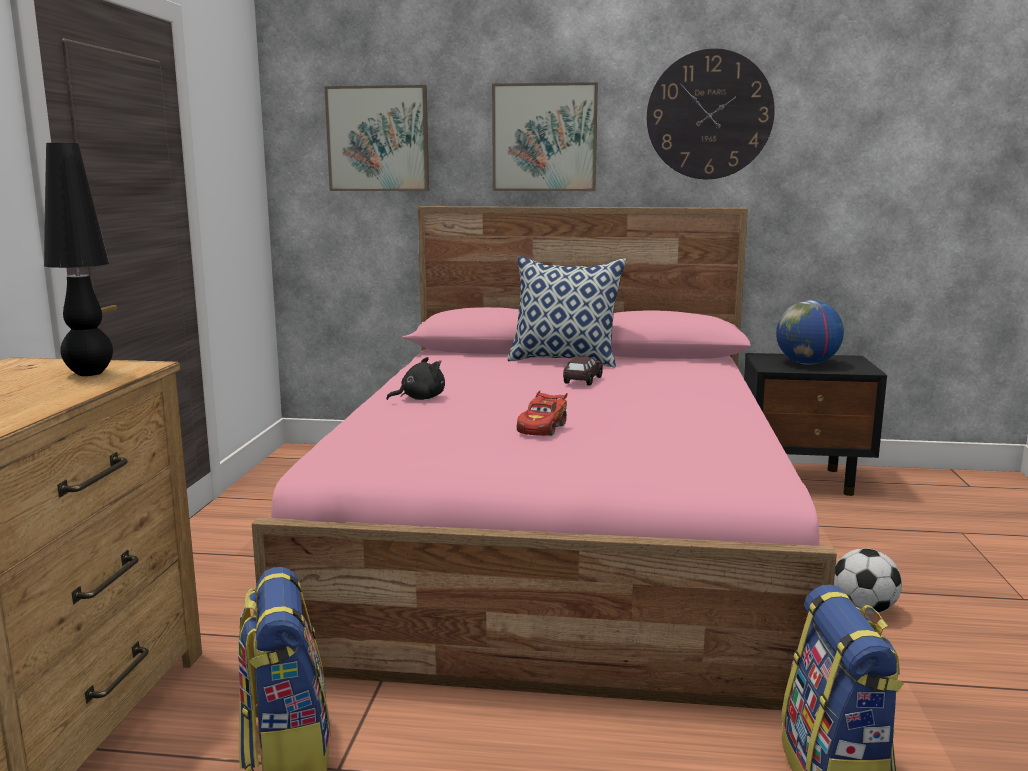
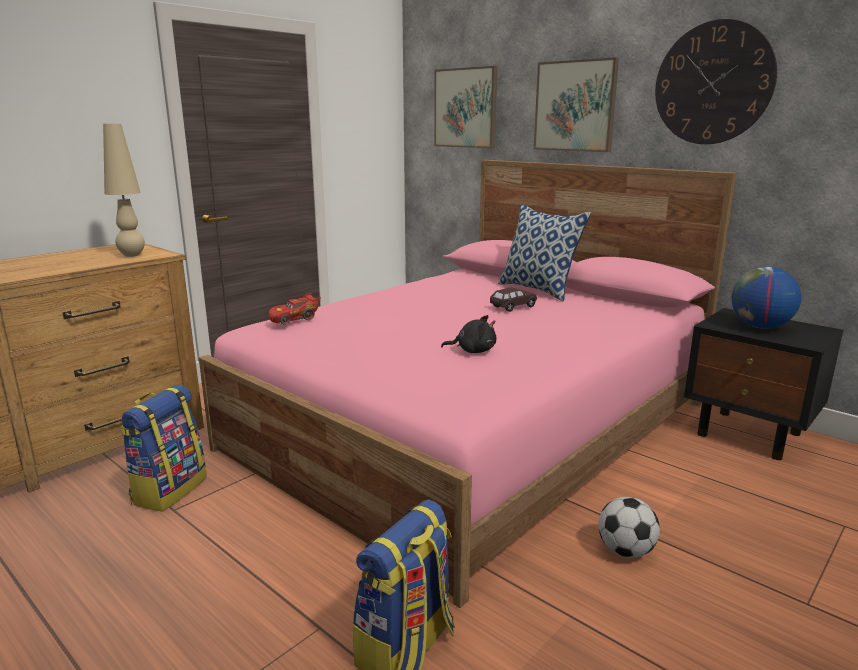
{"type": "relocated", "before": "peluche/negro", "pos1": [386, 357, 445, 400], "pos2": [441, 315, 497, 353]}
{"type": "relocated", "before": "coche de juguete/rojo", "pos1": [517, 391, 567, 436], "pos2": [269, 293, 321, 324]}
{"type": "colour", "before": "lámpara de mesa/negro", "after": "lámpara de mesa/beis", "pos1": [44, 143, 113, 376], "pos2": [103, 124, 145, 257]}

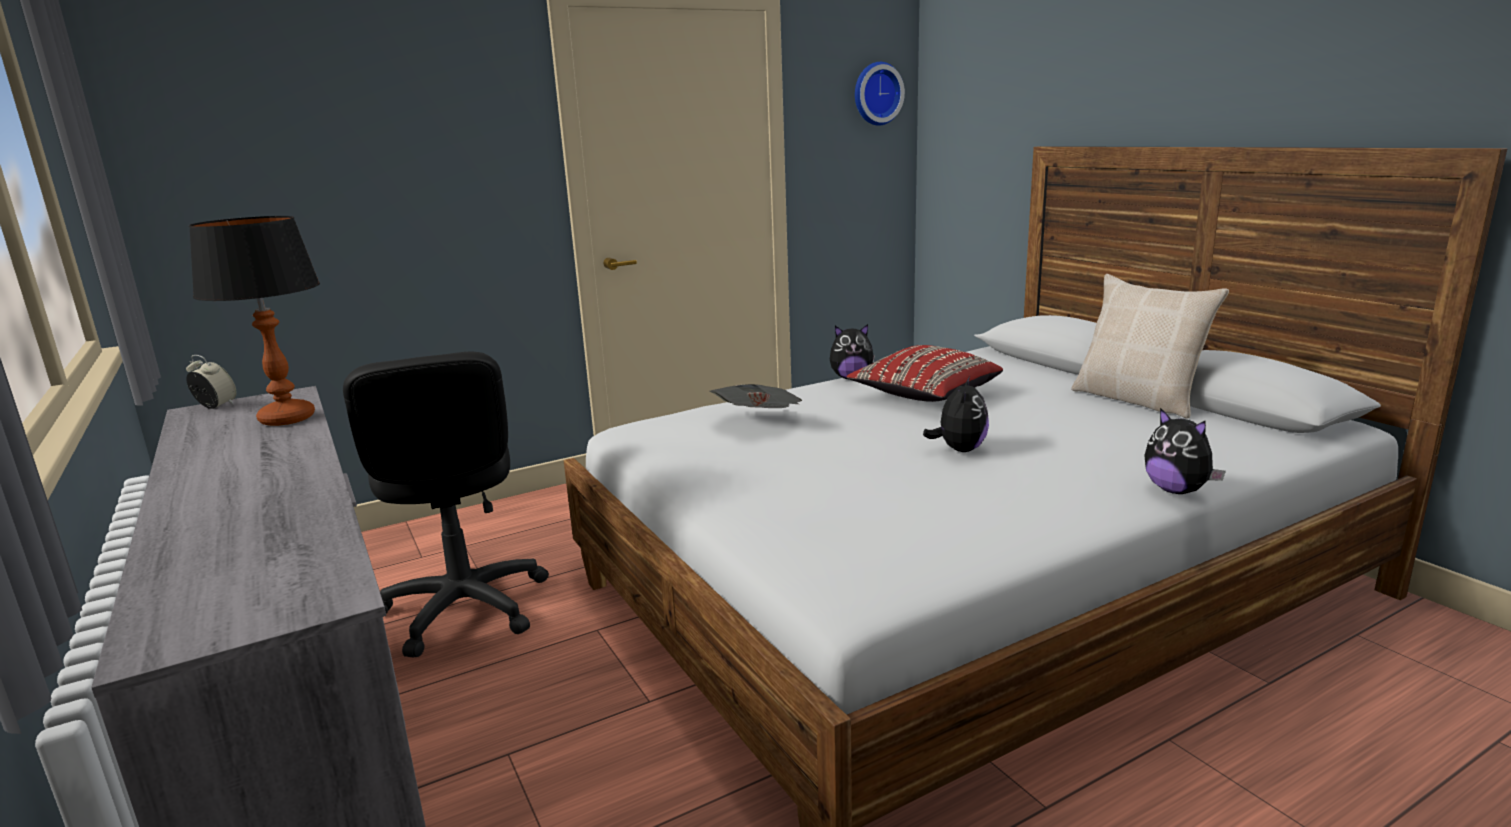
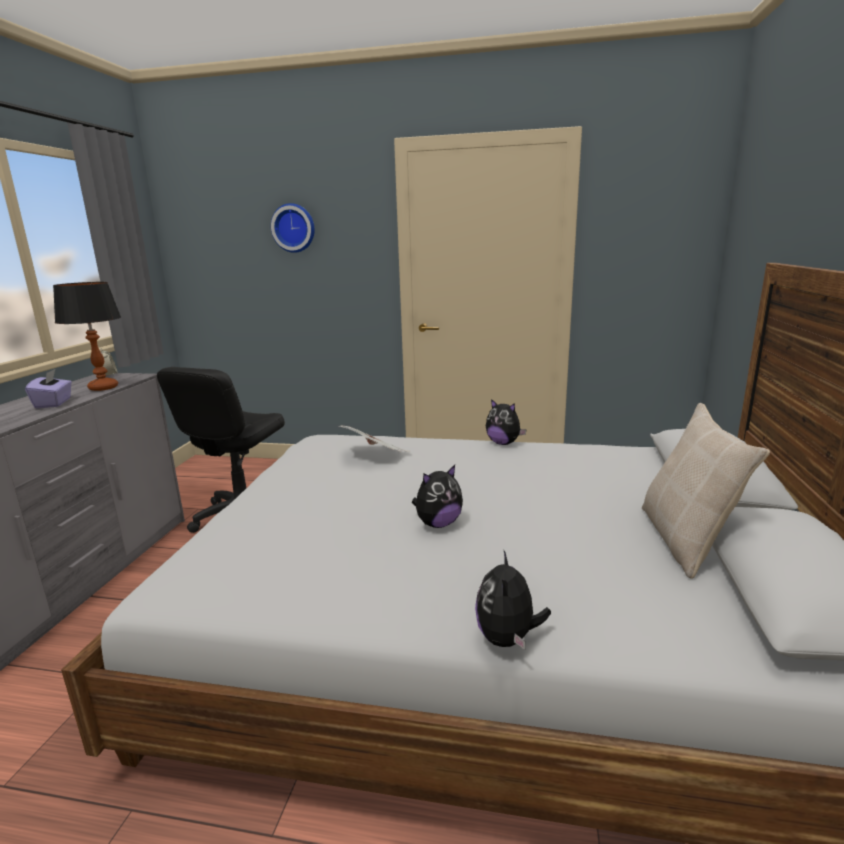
{"type": "missing", "before": "cojín/rojo", "pos1": [847, 345, 1003, 402]}
{"type": "appeared", "after": "caja de pañuelos/morado", "pos2": [25, 369, 72, 409]}
{"type": "relocated", "before": "reloj de pared", "pos1": [855, 62, 905, 126], "pos2": [271, 203, 315, 253]}

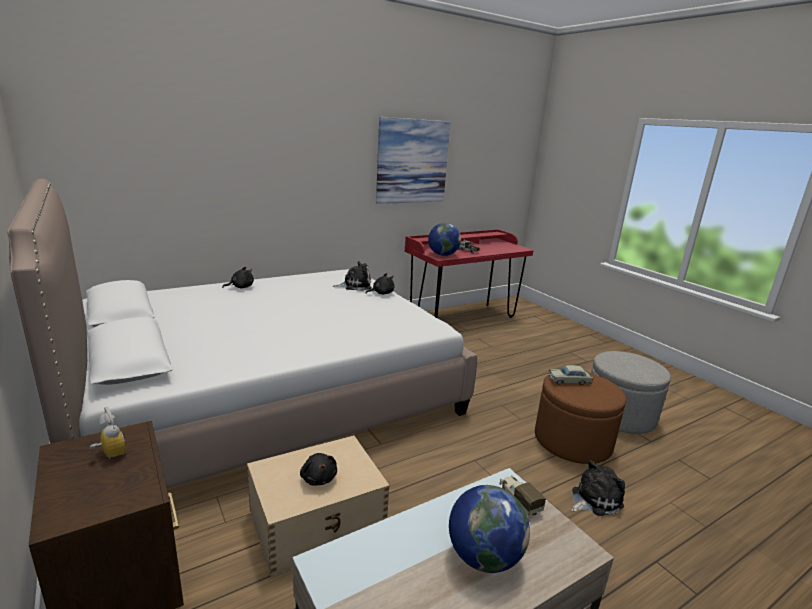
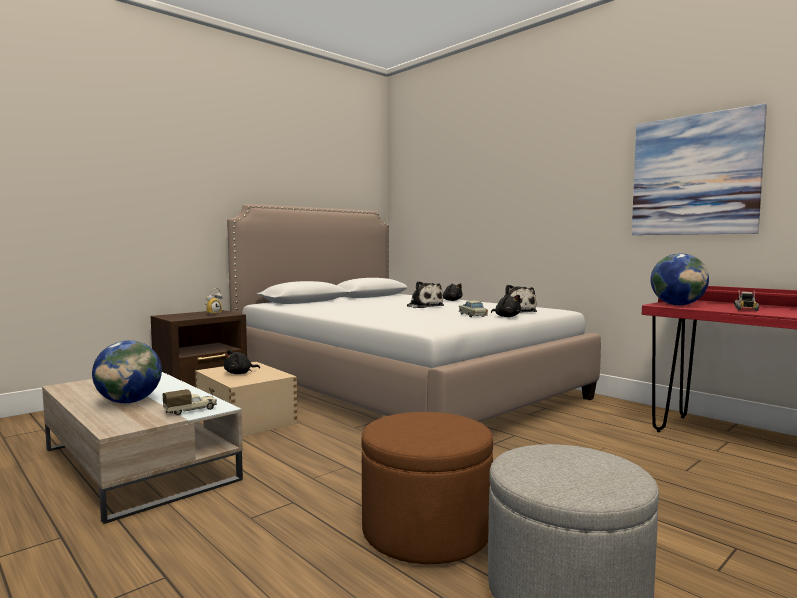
{"type": "relocated", "before": "coche de juguete/beis", "pos1": [549, 365, 593, 385], "pos2": [459, 301, 488, 317]}
{"type": "relocated", "before": "peluche", "pos1": [571, 460, 625, 516], "pos2": [407, 281, 444, 308]}

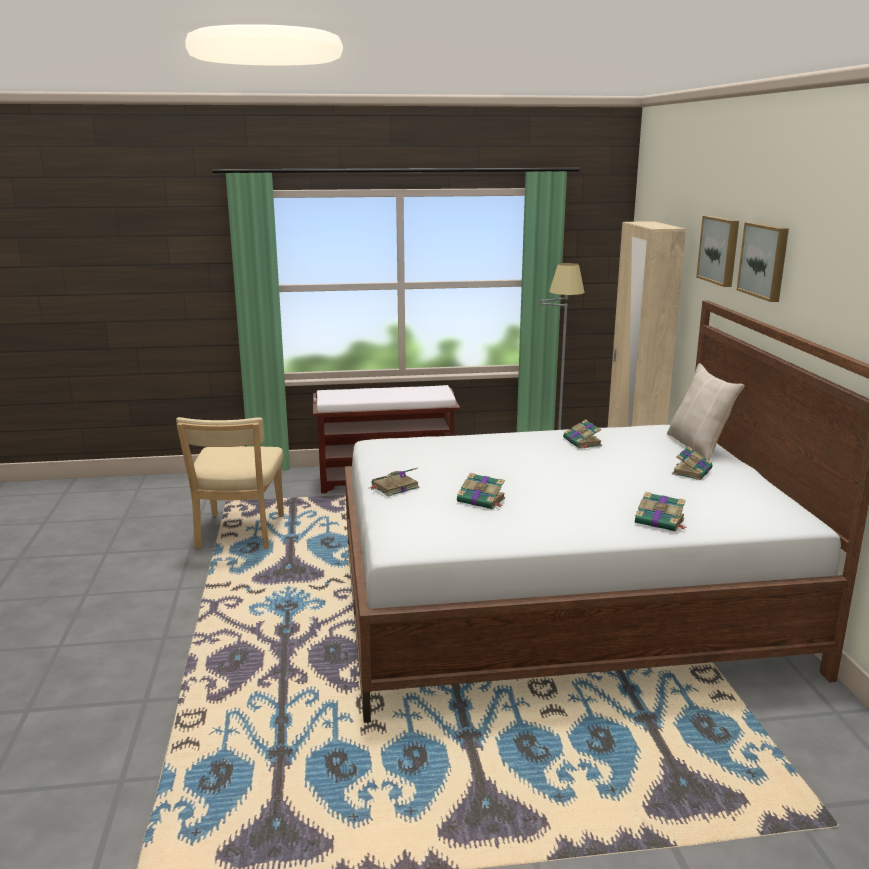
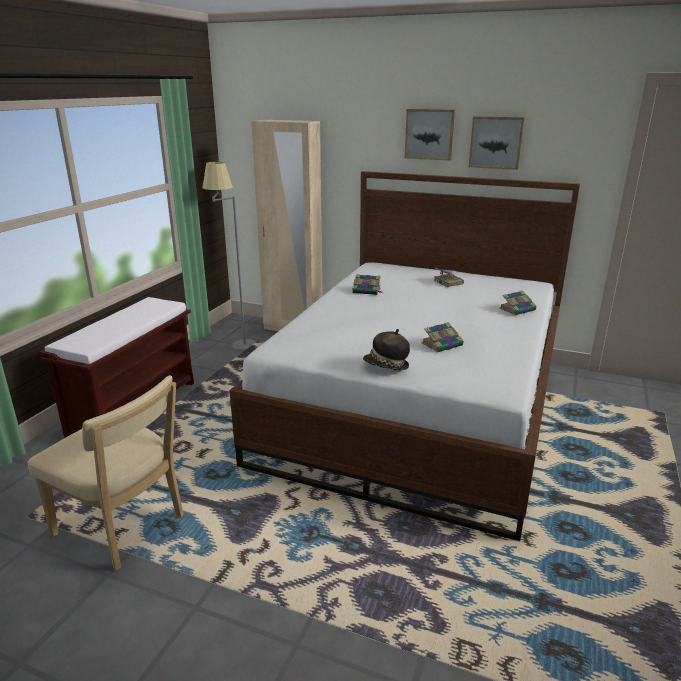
{"type": "missing", "before": "cojín/beis", "pos1": [667, 363, 745, 461]}
{"type": "relocated", "before": "cuadro", "pos1": [696, 216, 739, 287], "pos2": [469, 116, 524, 170]}
{"type": "exchanged", "before": "libro", "after": "sombrero", "pos1": [370, 467, 420, 497], "pos2": [363, 329, 410, 371]}

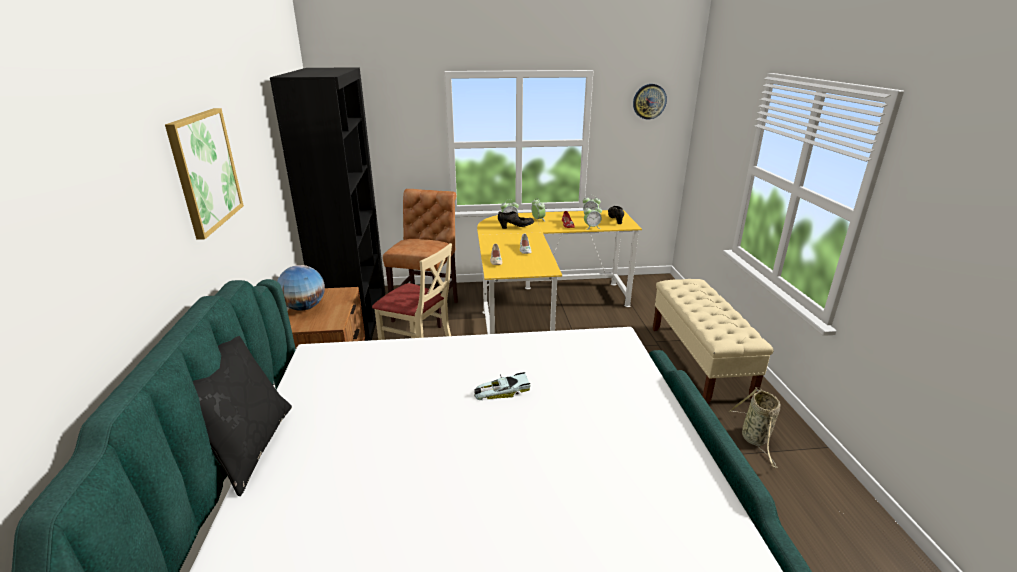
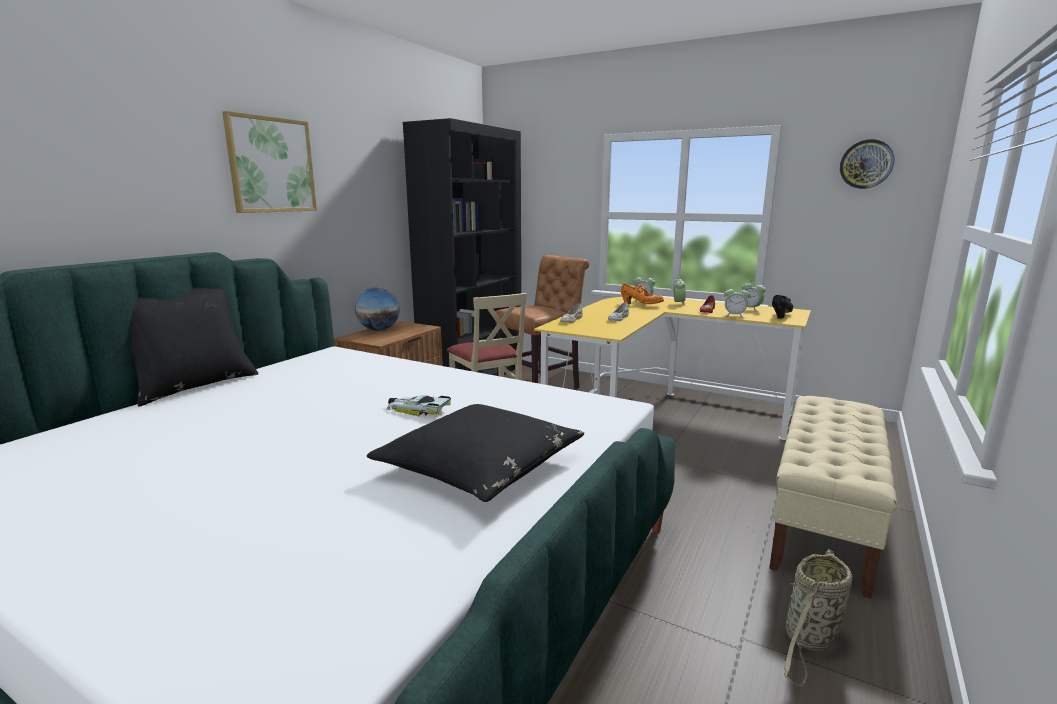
{"type": "appeared", "after": "cojín/negro", "pos2": [367, 404, 584, 502]}
{"type": "colour", "before": "zapato/negro", "after": "zapato/naranja", "pos1": [498, 211, 534, 229], "pos2": [621, 283, 664, 304]}

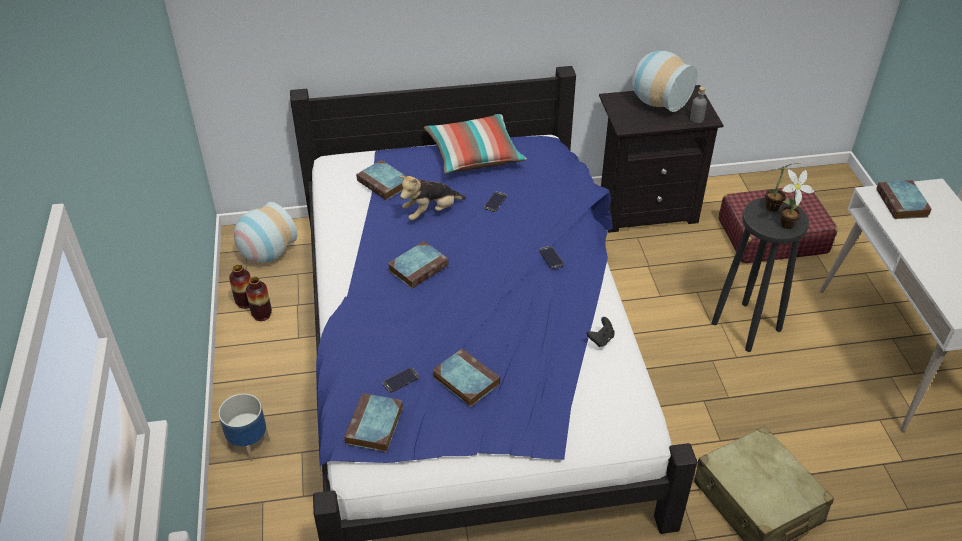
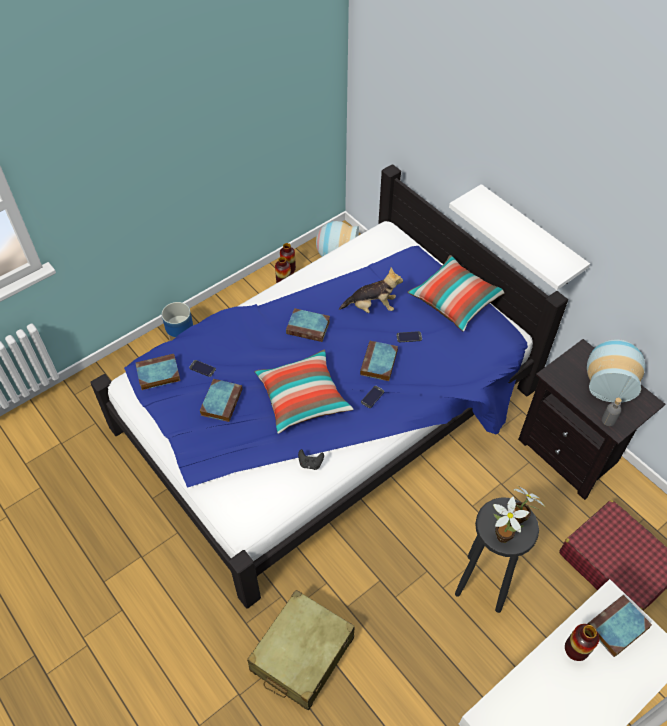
{"type": "appeared", "after": "cojín", "pos2": [254, 350, 353, 434]}
{"type": "appeared", "after": "estante/blanco", "pos2": [449, 184, 590, 290]}
{"type": "appeared", "after": "florero", "pos2": [565, 624, 599, 661]}
{"type": "relocated", "before": "libro", "pos1": [356, 160, 407, 200], "pos2": [360, 341, 398, 381]}
{"type": "spun", "before": "peluche", "pos1": [399, 176, 466, 220], "pos2": [339, 268, 403, 313], "turn": 150}

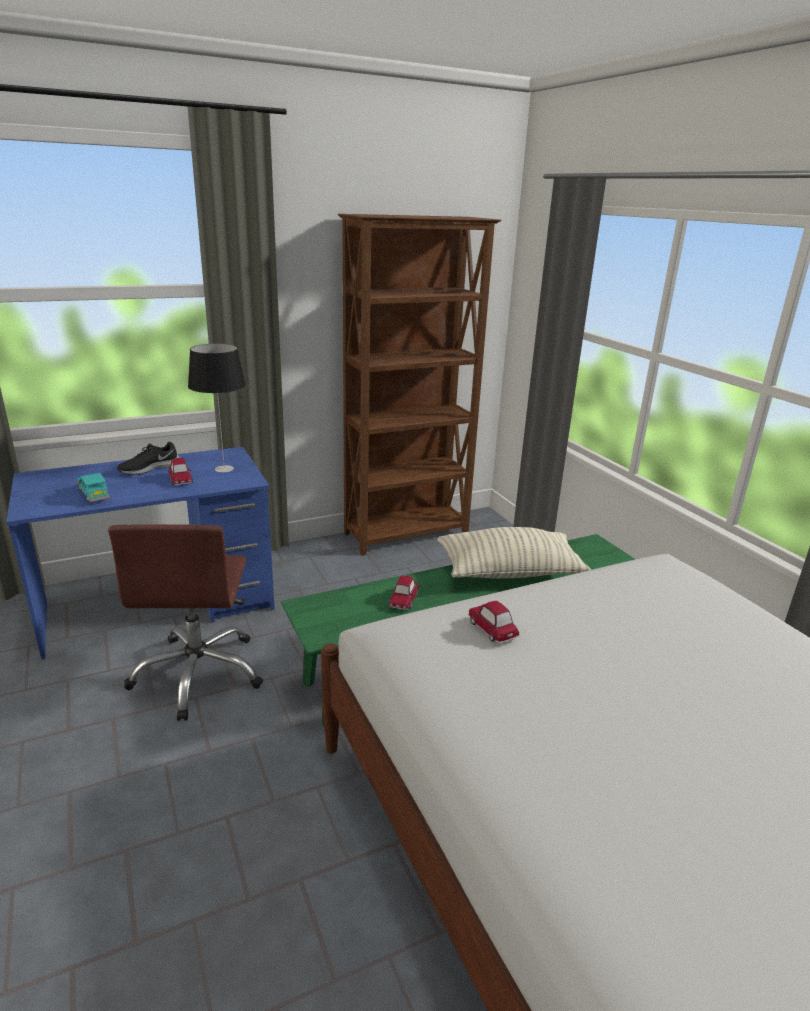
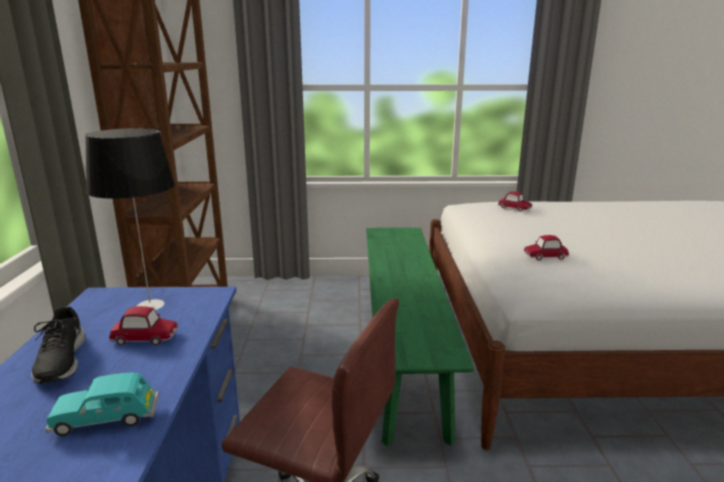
{"type": "missing", "before": "cojín", "pos1": [437, 527, 591, 578]}
{"type": "relocated", "before": "coche de juguete", "pos1": [389, 576, 419, 610], "pos2": [498, 191, 532, 211]}

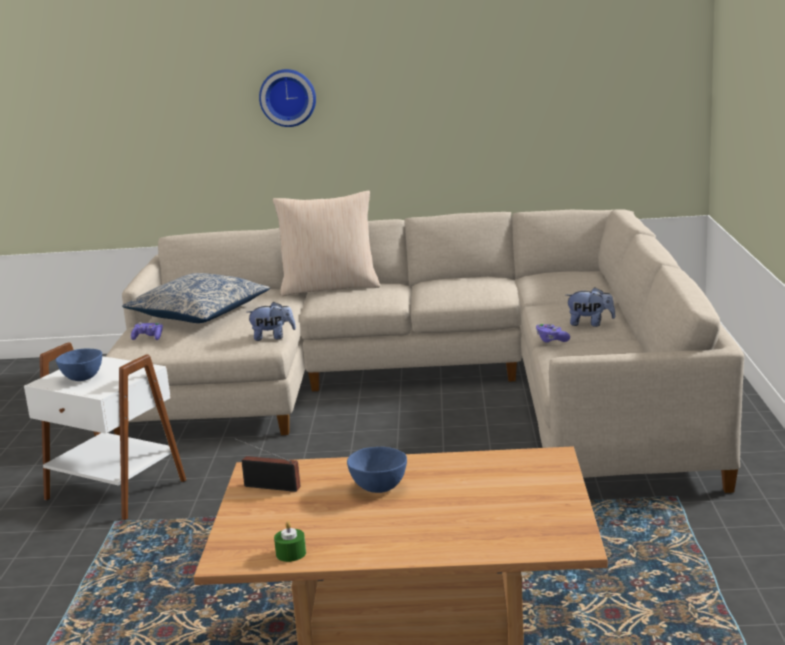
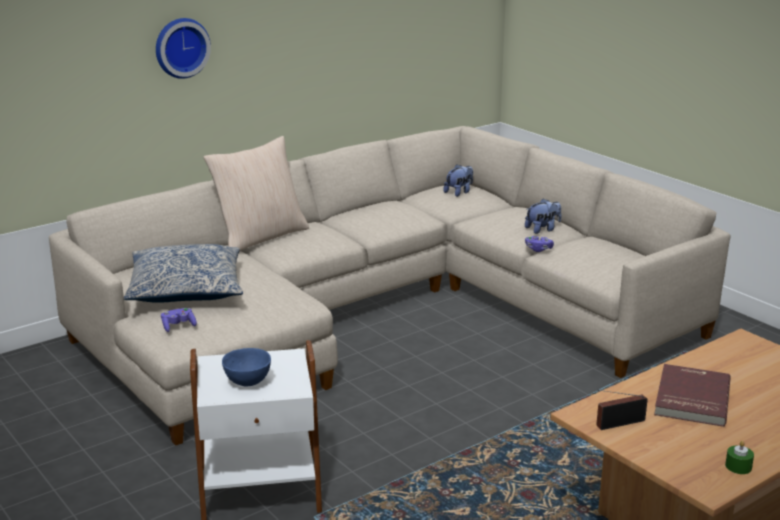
{"type": "relocated", "before": "peluche", "pos1": [246, 302, 296, 341], "pos2": [444, 164, 473, 197]}
{"type": "exchanged", "before": "cuenco/azul", "after": "libro/rojo", "pos1": [347, 447, 407, 493], "pos2": [654, 364, 731, 427]}

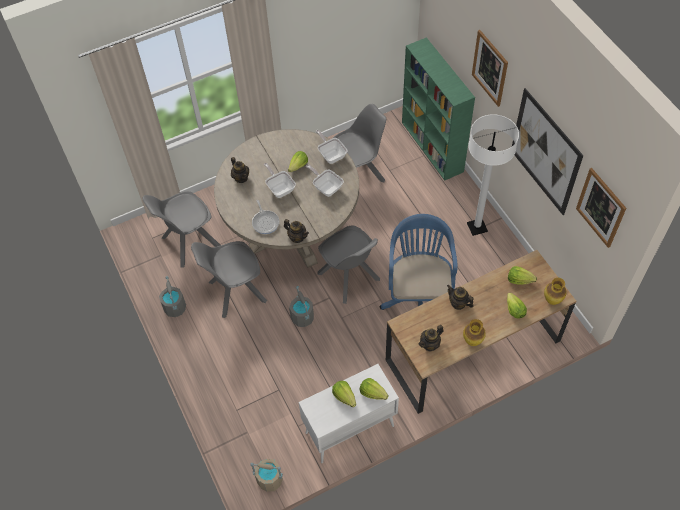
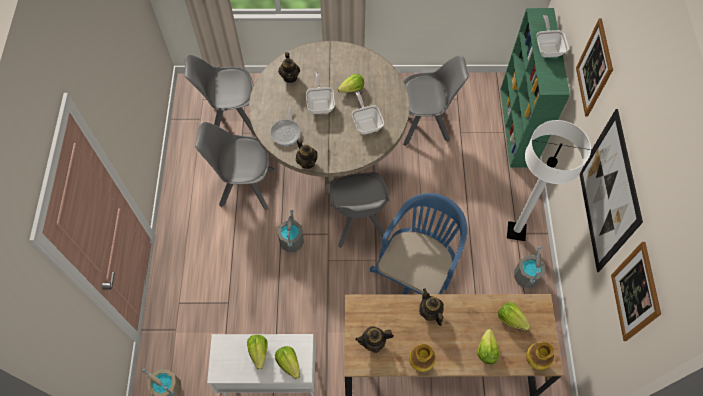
{"type": "relocated", "before": "cubo/gris", "pos1": [159, 276, 186, 317], "pos2": [514, 246, 545, 288]}
{"type": "relocated", "before": "sartén", "pos1": [316, 130, 347, 164], "pos2": [537, 15, 569, 57]}

